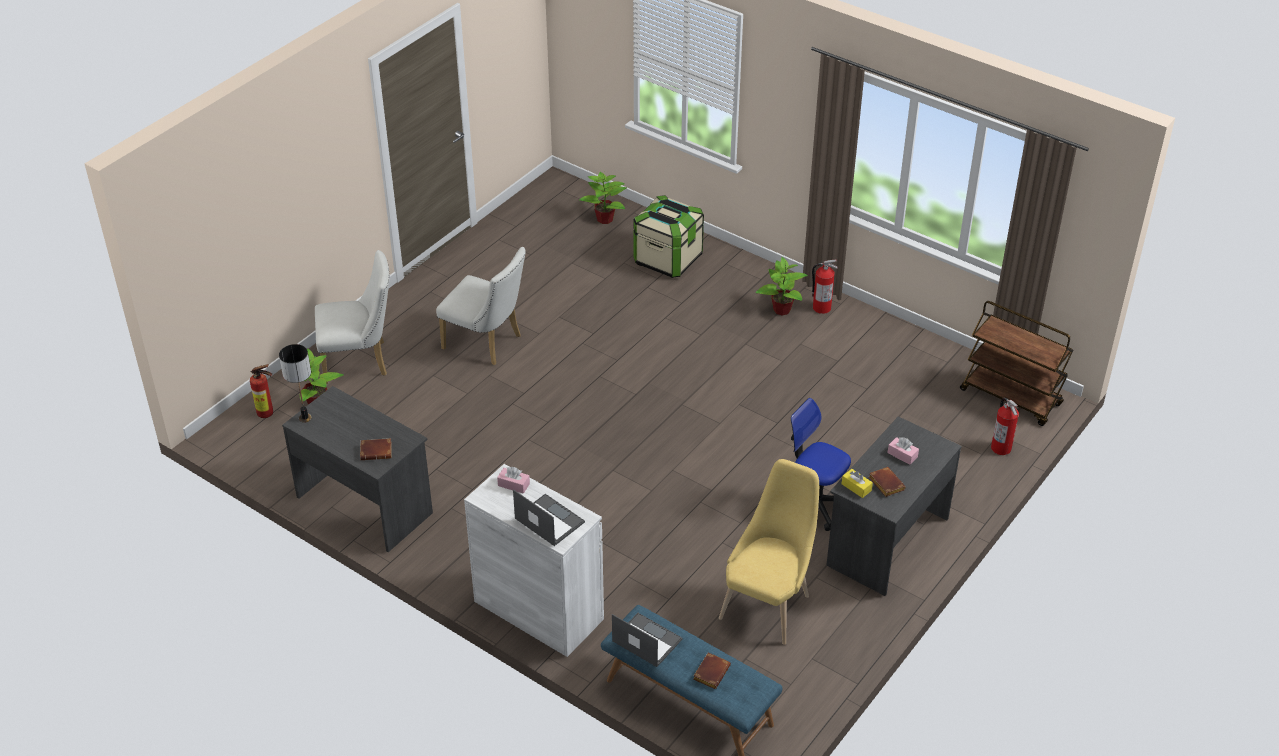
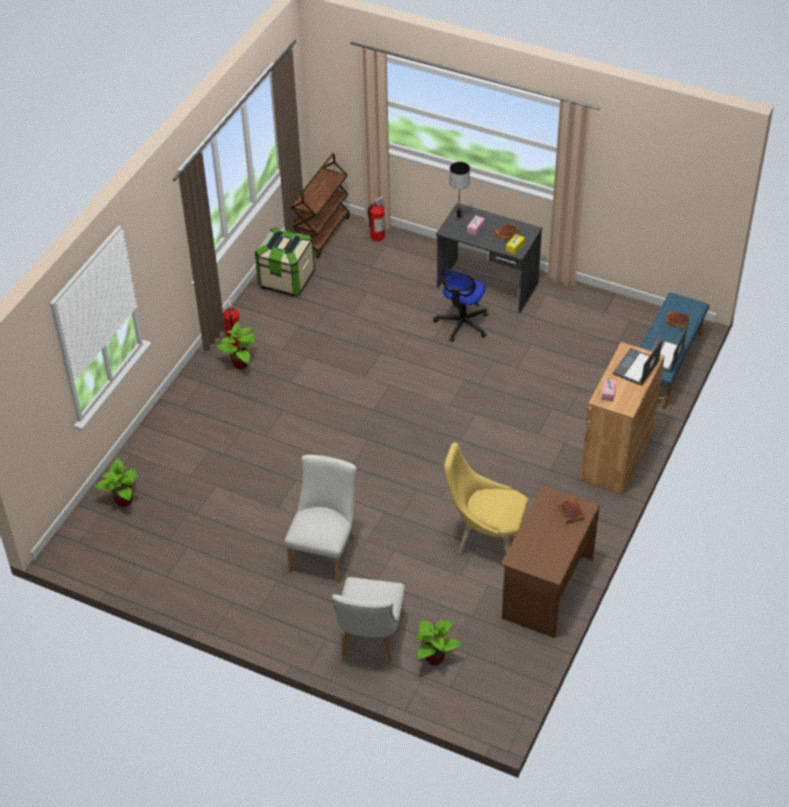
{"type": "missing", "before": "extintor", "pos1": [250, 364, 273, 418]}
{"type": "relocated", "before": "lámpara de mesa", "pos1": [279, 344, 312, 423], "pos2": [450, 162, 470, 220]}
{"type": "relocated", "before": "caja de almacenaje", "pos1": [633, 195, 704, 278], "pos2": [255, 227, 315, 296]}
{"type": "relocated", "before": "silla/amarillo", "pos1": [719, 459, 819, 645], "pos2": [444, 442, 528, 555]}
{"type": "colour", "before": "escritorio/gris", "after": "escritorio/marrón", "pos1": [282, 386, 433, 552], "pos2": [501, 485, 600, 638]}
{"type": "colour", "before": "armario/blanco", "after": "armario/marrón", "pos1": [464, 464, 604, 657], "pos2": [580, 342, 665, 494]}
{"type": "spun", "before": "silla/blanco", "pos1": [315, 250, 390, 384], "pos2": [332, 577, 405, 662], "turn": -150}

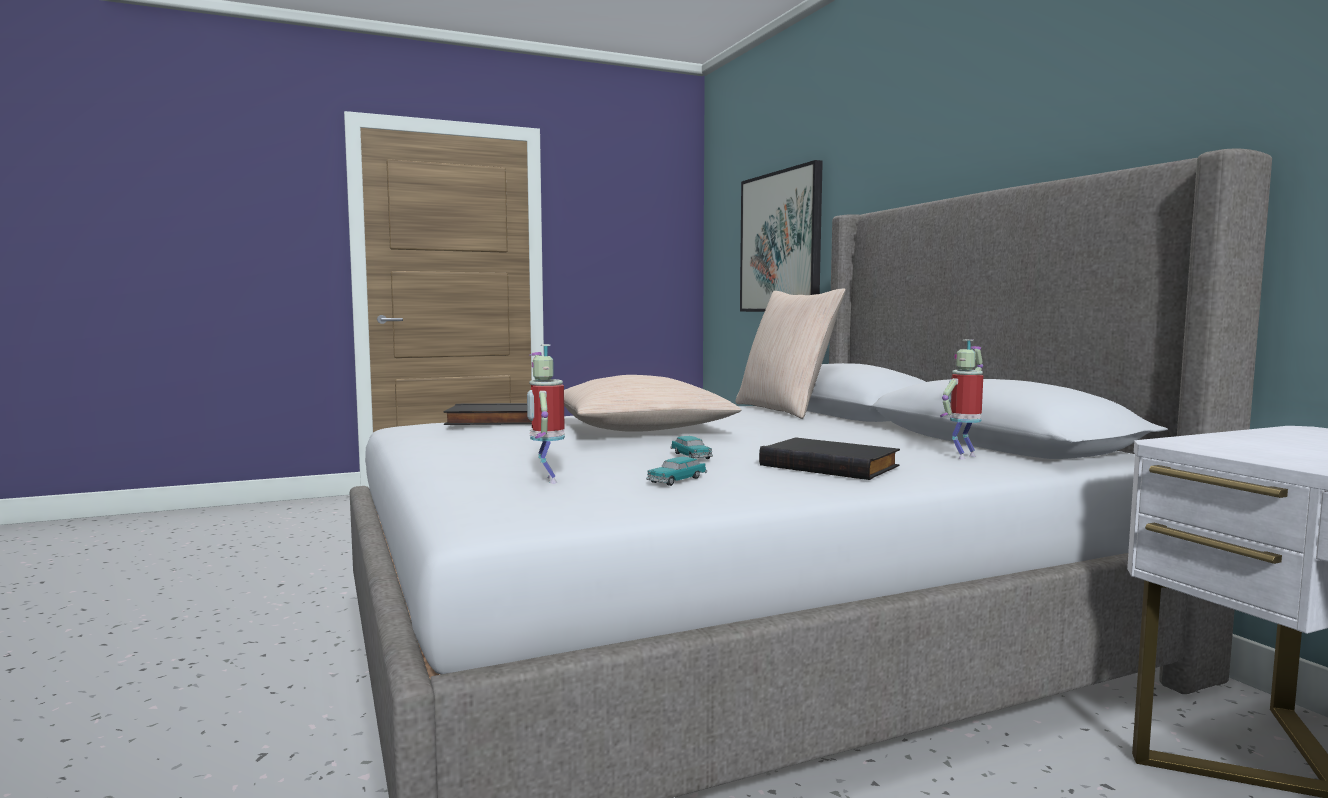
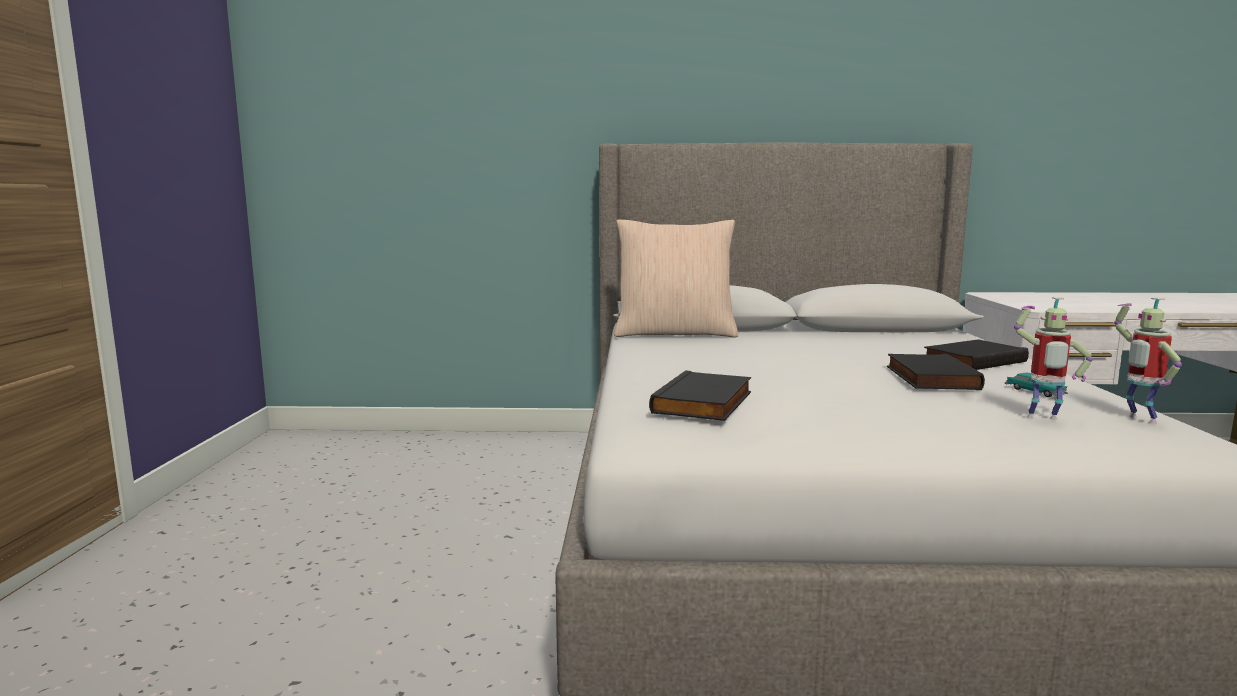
{"type": "missing", "before": "cojín/beis", "pos1": [564, 375, 741, 432]}
{"type": "missing", "before": "cuadro", "pos1": [740, 160, 823, 312]}
{"type": "relocated", "before": "robot de juguete", "pos1": [940, 339, 983, 459], "pos2": [1114, 298, 1182, 424]}
{"type": "exchanged", "before": "coche de juguete", "after": "libro/negro", "pos1": [671, 436, 713, 459], "pos2": [887, 354, 985, 390]}

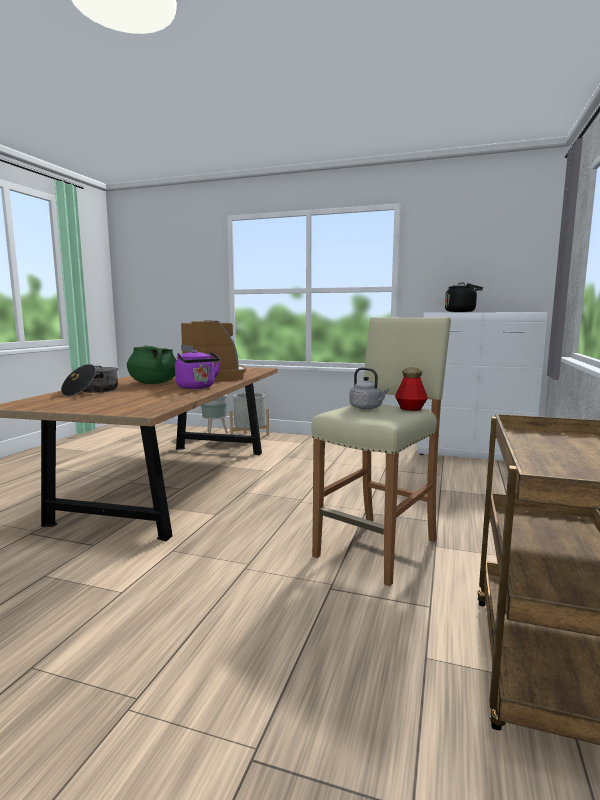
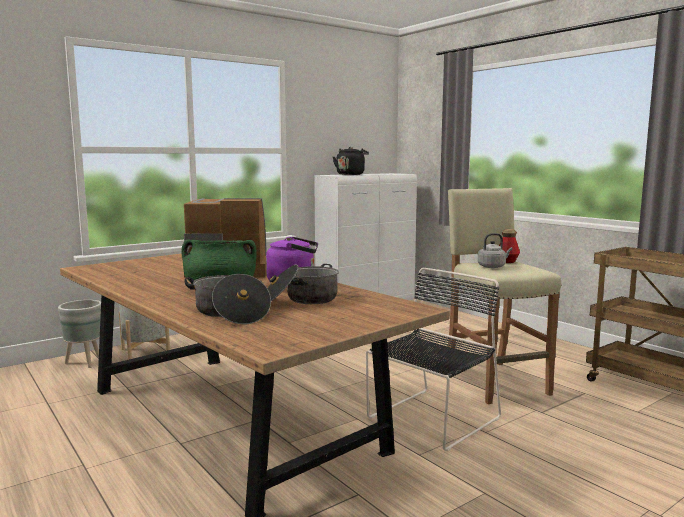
{"type": "appeared", "after": "olla", "pos2": [267, 264, 339, 304]}
{"type": "appeared", "after": "silla/negro", "pos2": [366, 268, 501, 451]}

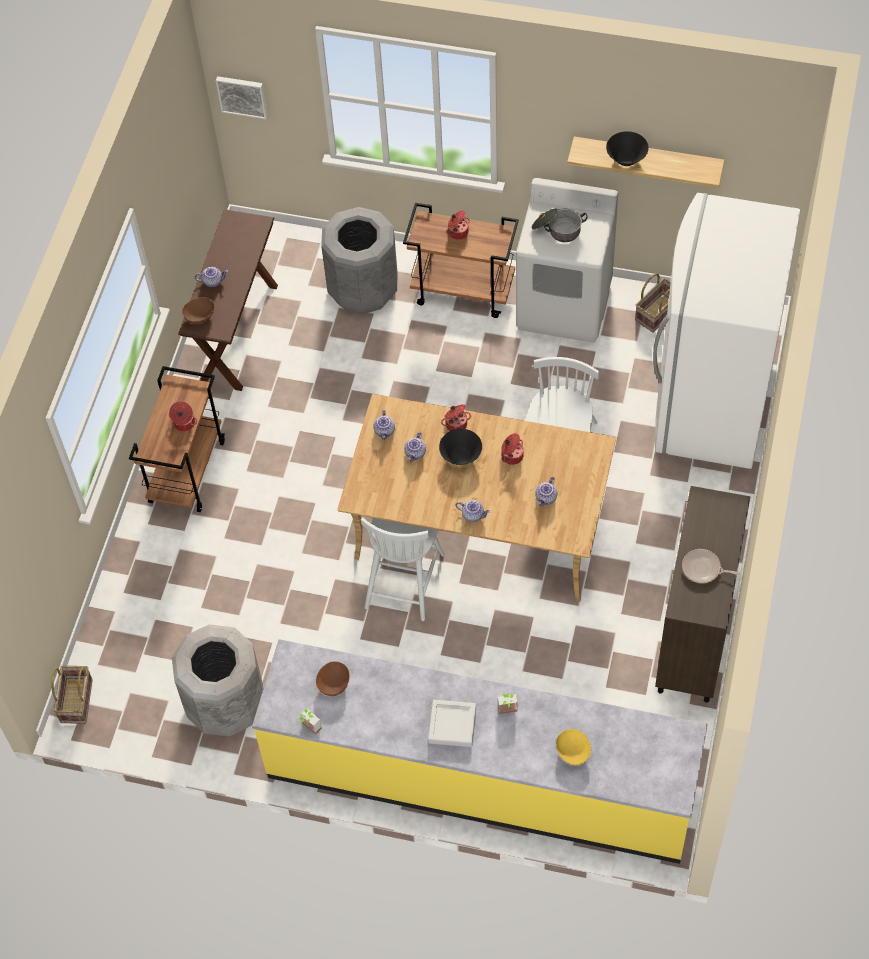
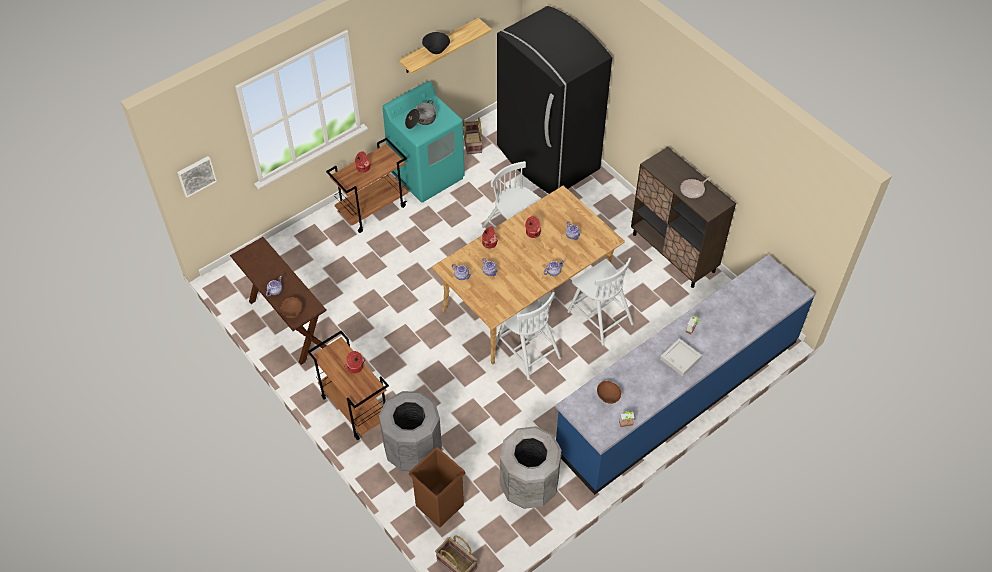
{"type": "missing", "before": "cuenco/negro", "pos1": [439, 429, 482, 465]}
{"type": "missing", "before": "cuenco/amarillo", "pos1": [556, 729, 591, 765]}
{"type": "appeared", "after": "papelera/marrón", "pos2": [409, 447, 465, 527]}
{"type": "appeared", "after": "silla/blanco", "pos2": [567, 257, 634, 345]}
{"type": "relocated", "before": "papelera/gris", "pos1": [321, 207, 398, 314], "pos2": [379, 391, 442, 471]}
{"type": "colour", "before": "mueble bajo de cocina/amarillo", "after": "mueble bajo de cocina/azul", "pos1": [252, 639, 708, 864], "pos2": [555, 255, 815, 495]}
{"type": "colour", "before": "lavadora/blanco", "after": "lavadora/turquesa", "pos1": [516, 178, 618, 343], "pos2": [382, 81, 465, 203]}
{"type": "colour", "before": "nevera/blanco", "after": "nevera/negro", "pos1": [653, 193, 801, 469], "pos2": [497, 6, 612, 194]}

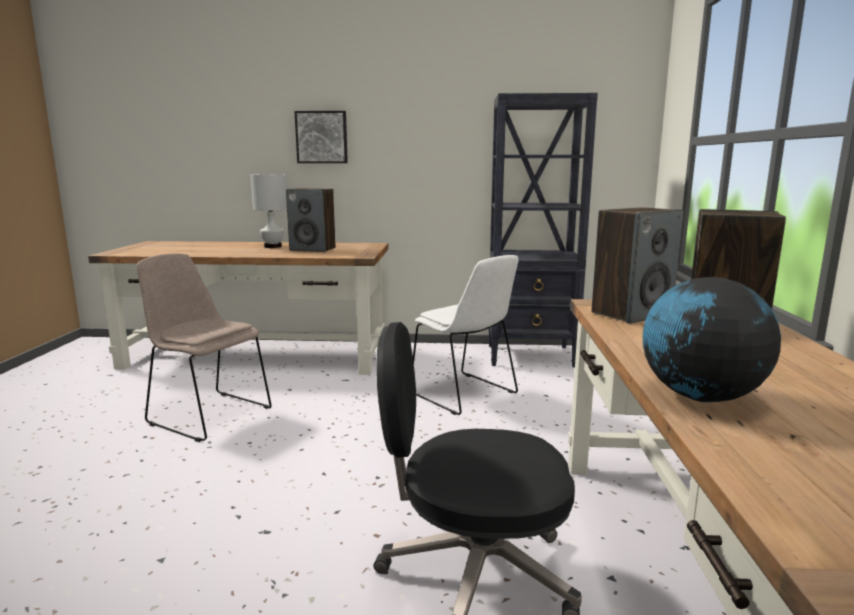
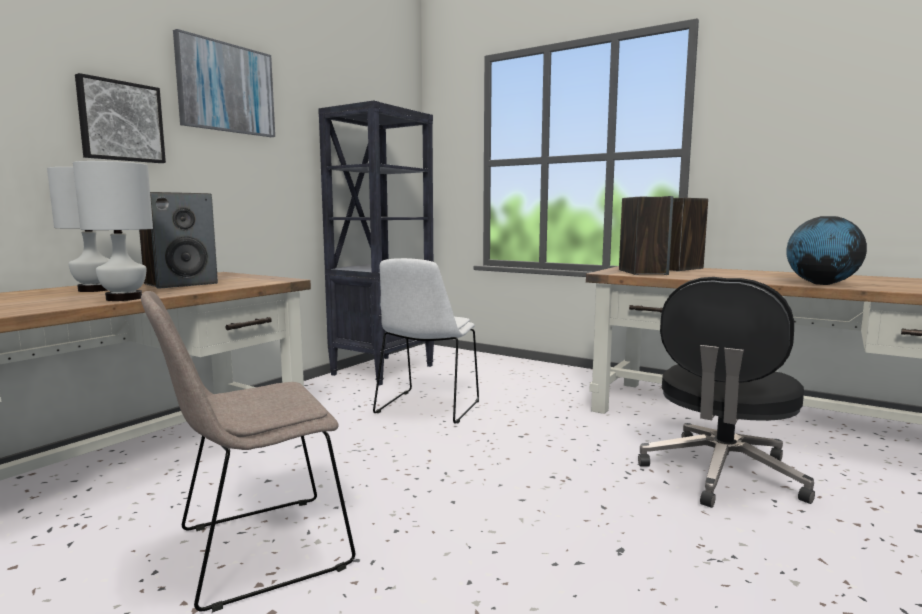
{"type": "appeared", "after": "lámpara de mesa/blanco", "pos2": [73, 161, 153, 301]}
{"type": "appeared", "after": "cuadro", "pos2": [173, 29, 275, 137]}
{"type": "spun", "before": "silla/blanco", "pos1": [413, 255, 518, 415], "pos2": [373, 258, 479, 424], "turn": 120}

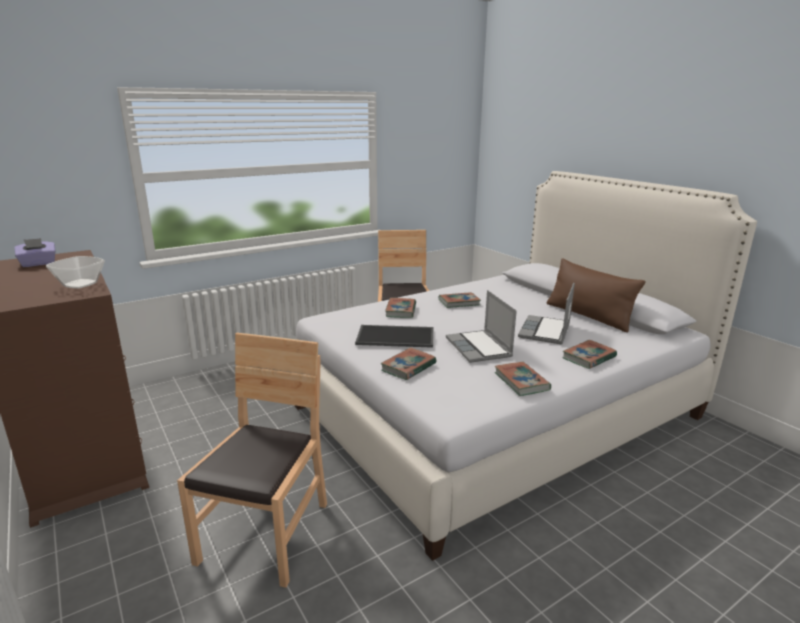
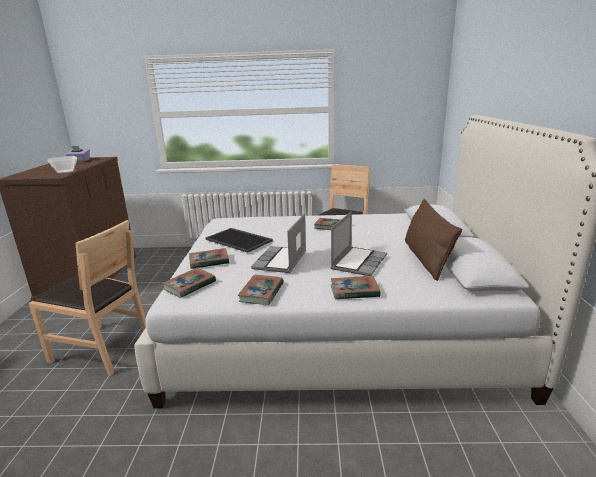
{"type": "relocated", "before": "libro", "pos1": [385, 298, 416, 318], "pos2": [162, 268, 216, 298]}
{"type": "spun", "before": "silla/marrón", "pos1": [177, 333, 327, 588], "pos2": [28, 220, 146, 375], "turn": 60}
{"type": "spun", "before": "portátil", "pos1": [518, 282, 575, 344], "pos2": [331, 211, 387, 276], "turn": 150}

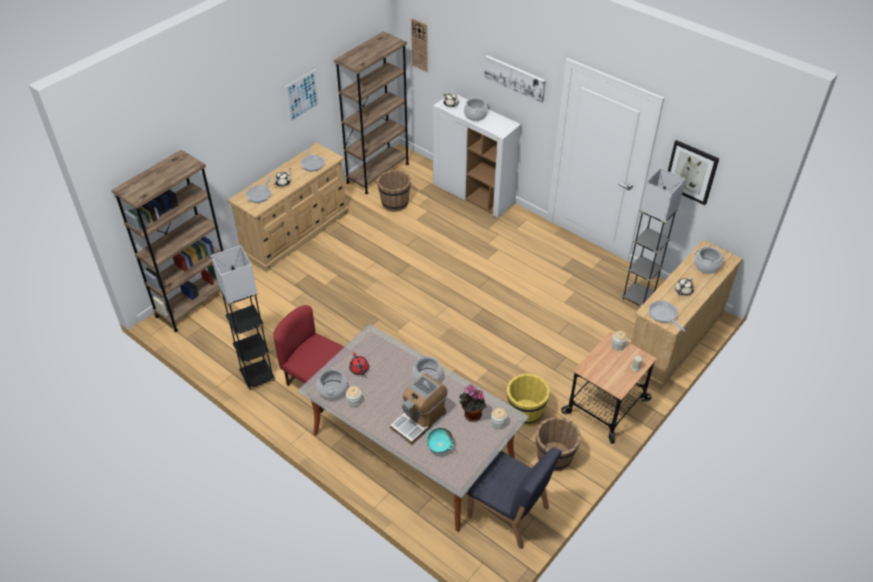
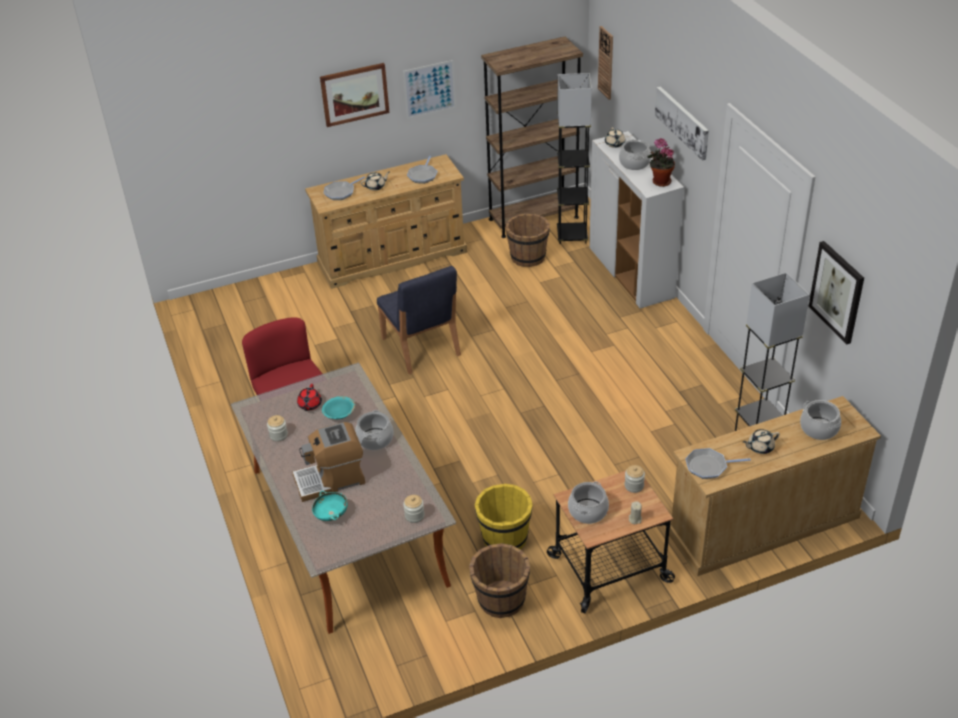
{"type": "missing", "before": "estantería/marrón", "pos1": [111, 150, 223, 332]}
{"type": "appeared", "after": "cuadro", "pos2": [320, 63, 389, 127]}
{"type": "appeared", "after": "cuenco/turquesa", "pos2": [322, 396, 355, 419]}
{"type": "relocated", "before": "lámpara de pie/gris", "pos1": [211, 245, 275, 390], "pos2": [557, 73, 592, 244]}
{"type": "relocated", "before": "olla", "pos1": [317, 367, 347, 400], "pos2": [568, 482, 609, 524]}
{"type": "relocated", "before": "planta en maceta", "pos1": [459, 384, 486, 422], "pos2": [647, 138, 675, 187]}
{"type": "relocated", "before": "silla/azul", "pos1": [467, 447, 561, 549], "pos2": [377, 266, 461, 374]}
{"type": "spun", "before": "sartén", "pos1": [649, 301, 686, 332], "pos2": [685, 448, 751, 479], "turn": -90}

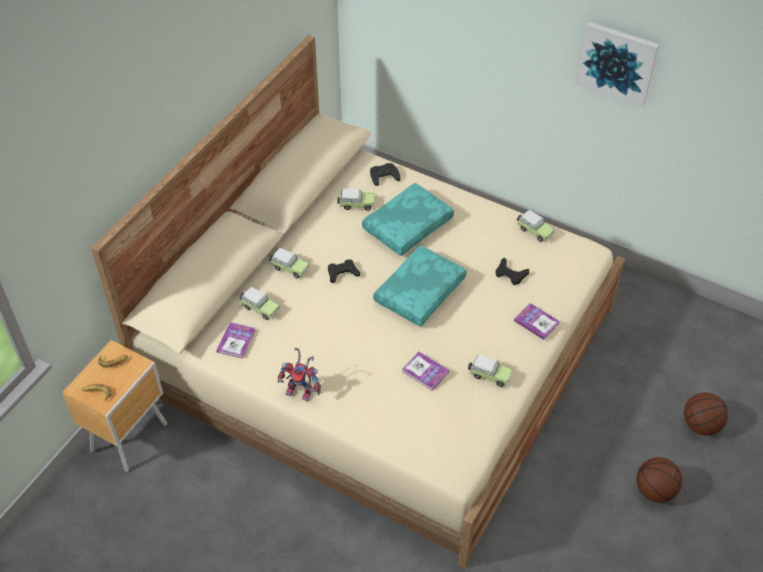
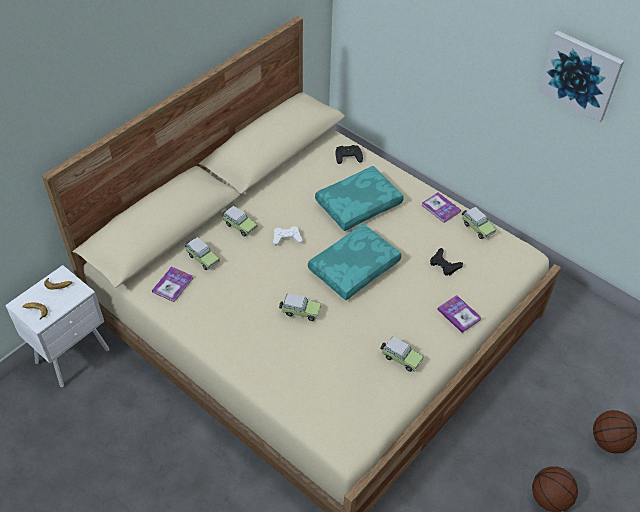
{"type": "missing", "before": "robot de juguete", "pos1": [278, 348, 321, 401]}
{"type": "relocated", "before": "coche de juguete", "pos1": [337, 189, 375, 211], "pos2": [279, 293, 321, 321]}
{"type": "relocated", "before": "libro", "pos1": [402, 352, 449, 391], "pos2": [421, 192, 461, 223]}
{"type": "colour", "before": "mesita de noche/marrón", "after": "mesita de noche/blanco", "pos1": [62, 340, 167, 472], "pos2": [5, 265, 109, 387]}
{"type": "colour", "before": "mando de consola/negro", "after": "mando de consola/blanco", "pos1": [328, 259, 360, 283], "pos2": [273, 226, 303, 246]}

